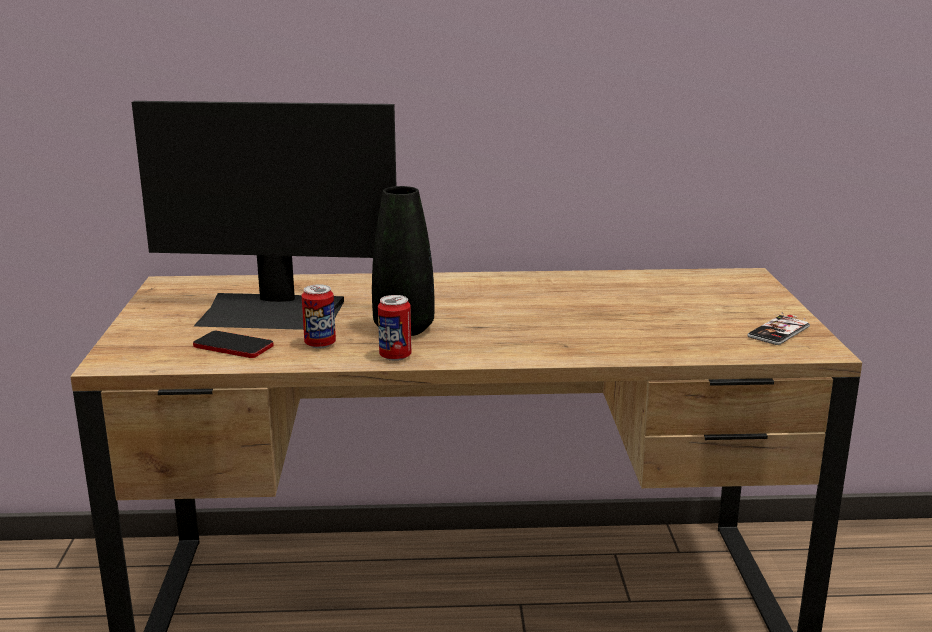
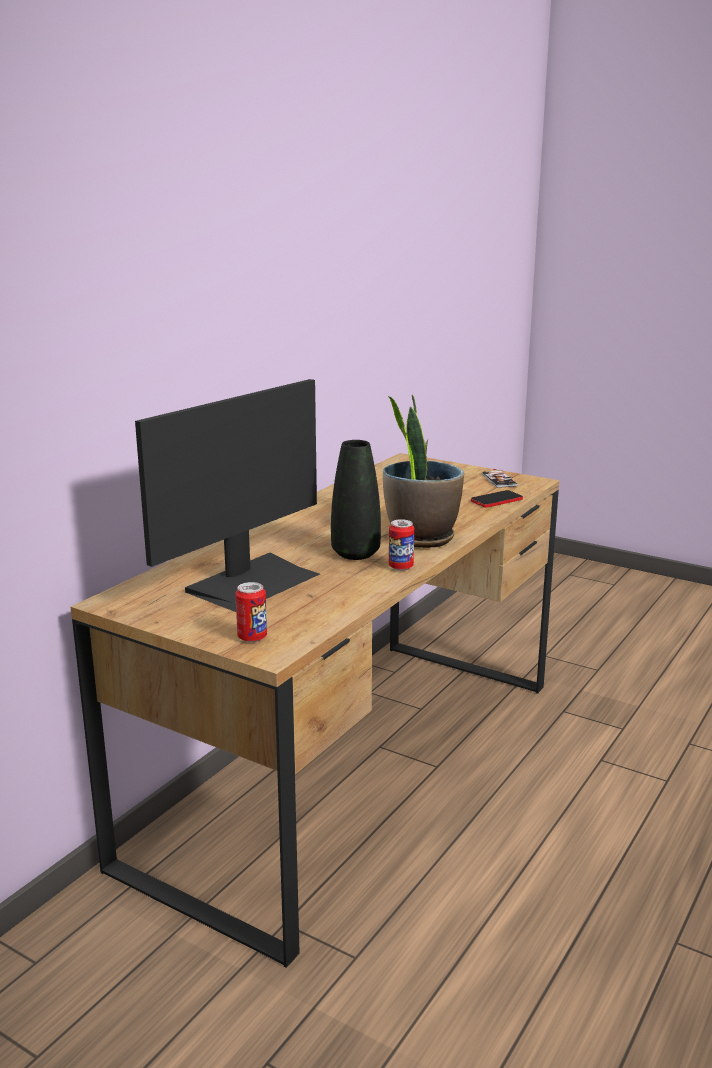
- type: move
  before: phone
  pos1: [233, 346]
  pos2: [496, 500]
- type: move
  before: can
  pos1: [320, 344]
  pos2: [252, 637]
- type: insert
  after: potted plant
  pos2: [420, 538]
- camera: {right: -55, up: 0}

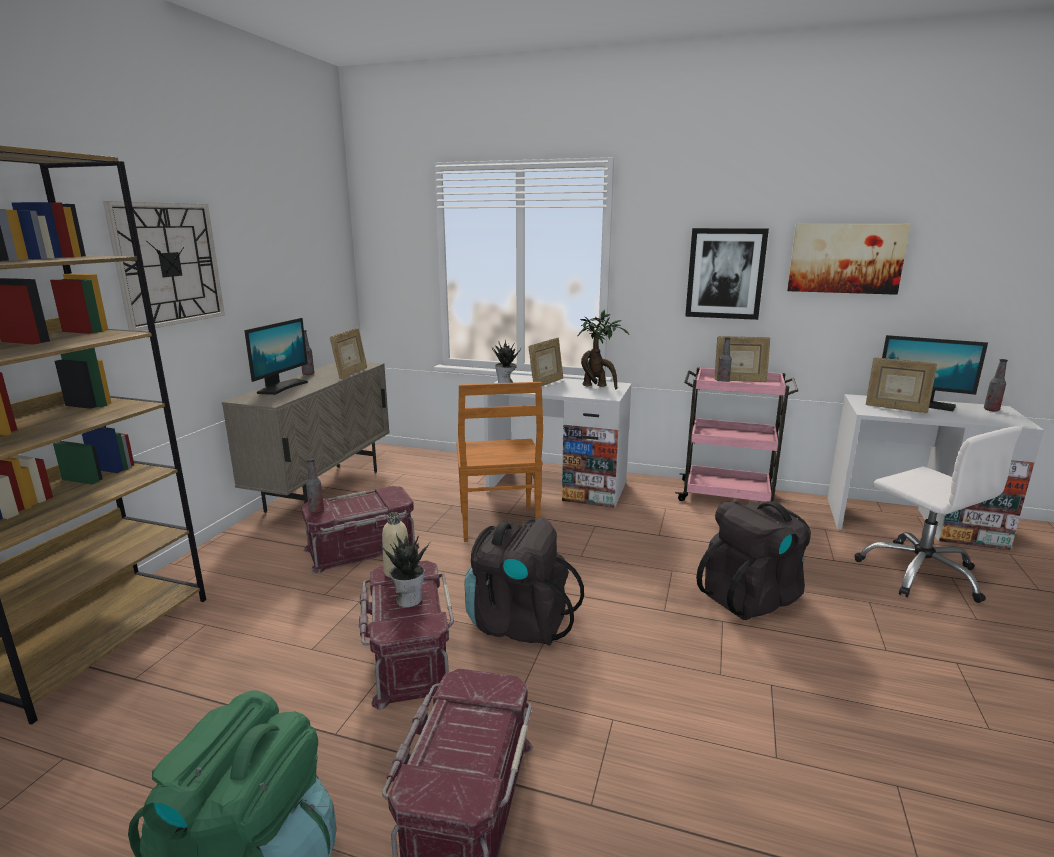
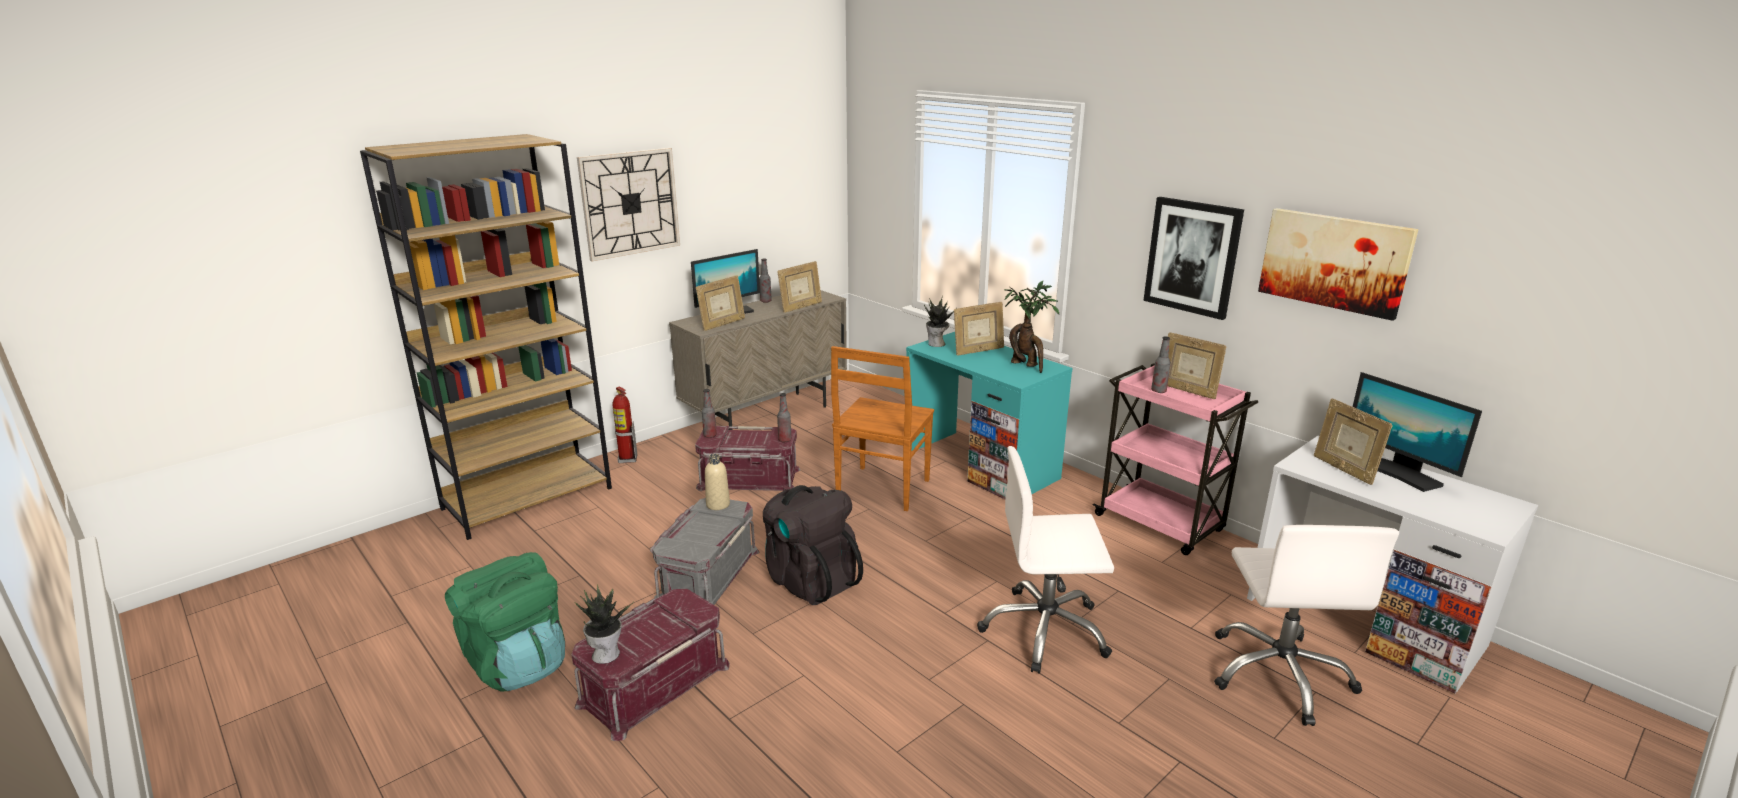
- type: recolor
  before: red-coloured storage container
  after: grey storage container
  pos1: [408, 654]
  pos2: [707, 575]
- type: move
  before: potted plant
  pos1: [409, 599]
  pos2: [606, 653]
- type: recolor
  before: whitish desk unit
  after: turquoise-coloured desk unit
  pos1: [557, 486]
  pos2: [981, 465]
- type: replace
  before: black-coloured knapsack
  after: whitish office chair
  pos1: [751, 597]
  pos2: [1044, 631]
- type: move
  before: beverage bottle
  pos1: [991, 410]
  pos2: [784, 440]
- type: insert
  after: extinguisher
  pos2: [627, 459]
- type: insert
  after: standing frame
  pos2: [722, 324]
- camera: {right: 30, up: 5}

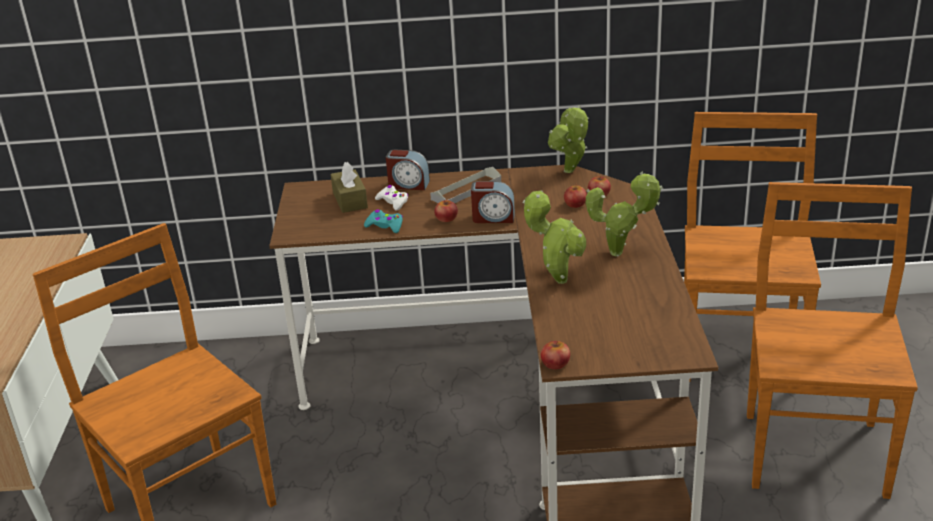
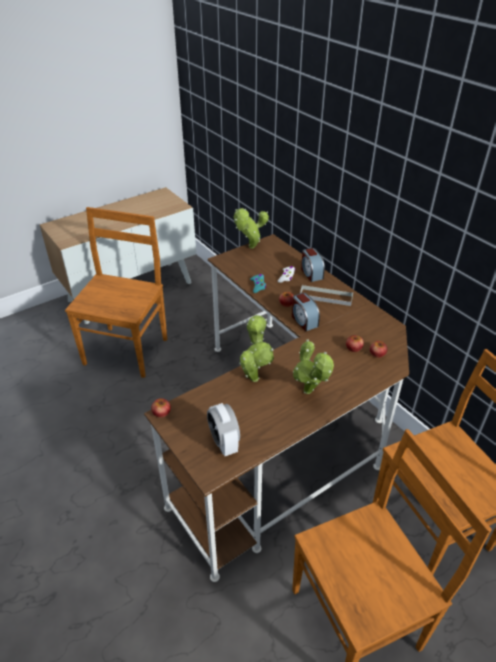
- type: delete
  before: brownish tissue holder
  pos1: [350, 200]
- type: move
  before: potted plant
  pos1: [570, 172]
  pos2: [250, 248]
- type: insert
  after: alarm clock
  pos2: [224, 443]
- camera: {right: 55, up: 10}

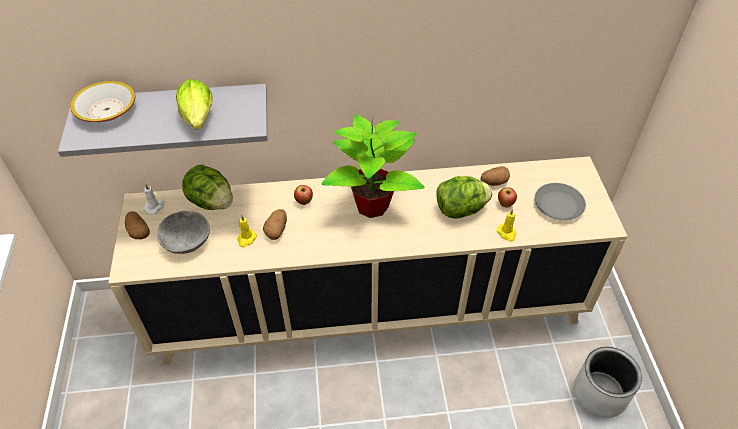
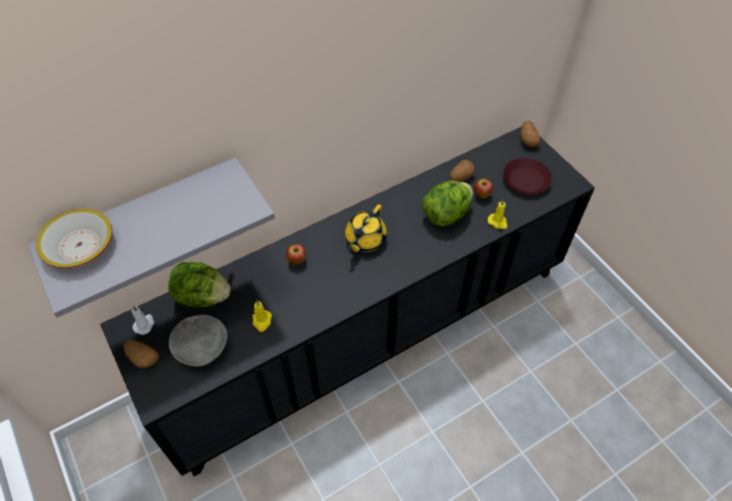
- type: recolor
  before: beige cabinet
  after: black-coloured cabinet
  pos1: [368, 308]
  pos2: [365, 335]
- type: delete
  before: head of lettuce
  pos1: [198, 120]
- type: move
  before: potato
  pos1: [277, 230]
  pos2: [527, 140]
- type: replace
  before: potted plant
  after: yellowish teapot
  pos1: [373, 205]
  pos2: [365, 239]
- type: recolor
  before: grey plate
  after: brownish plate
  pos1: [559, 205]
  pos2: [526, 179]
- type: delete
  before: grey plant pot
  pos1: [600, 393]
- camera: {right: -25, up: 5}

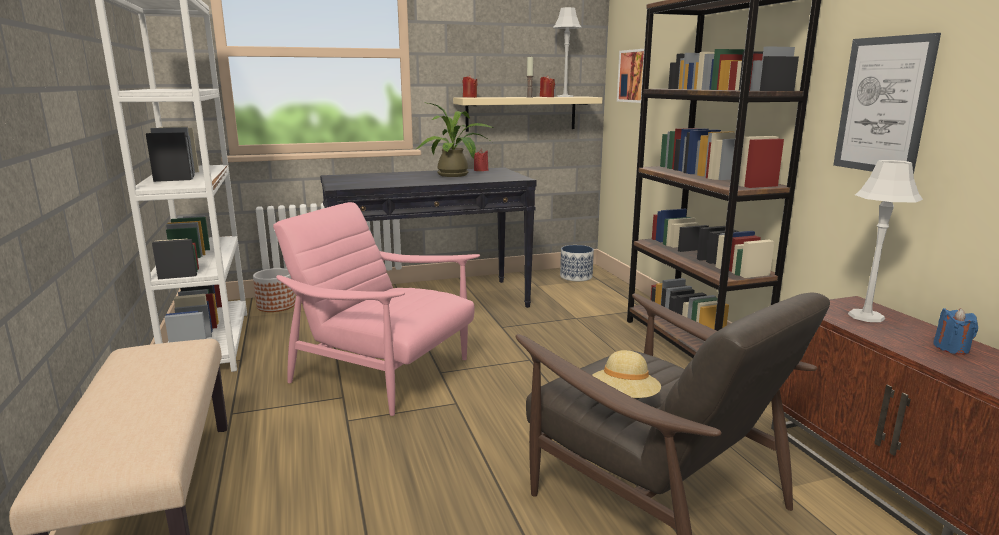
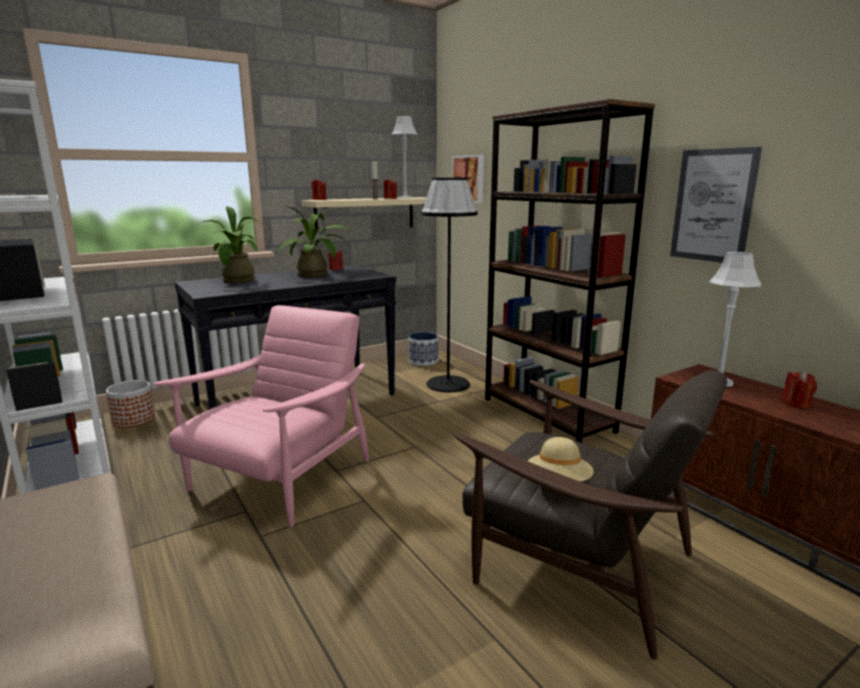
- type: rotate
  before: pinkish easy chair
  pos1: [384, 372]
  pos2: [280, 478]
  turn: 105
- type: recolor
  before: blue-coloured wax candle
  after: red-coloured wax candle
  pos1: [951, 348]
  pos2: [796, 403]
- type: insert
  after: potted plant
  pos2: [238, 281]
- type: insert
  after: black-coloured floor lamp
  pos2: [448, 384]
- camera: {right: -15, up: 0}

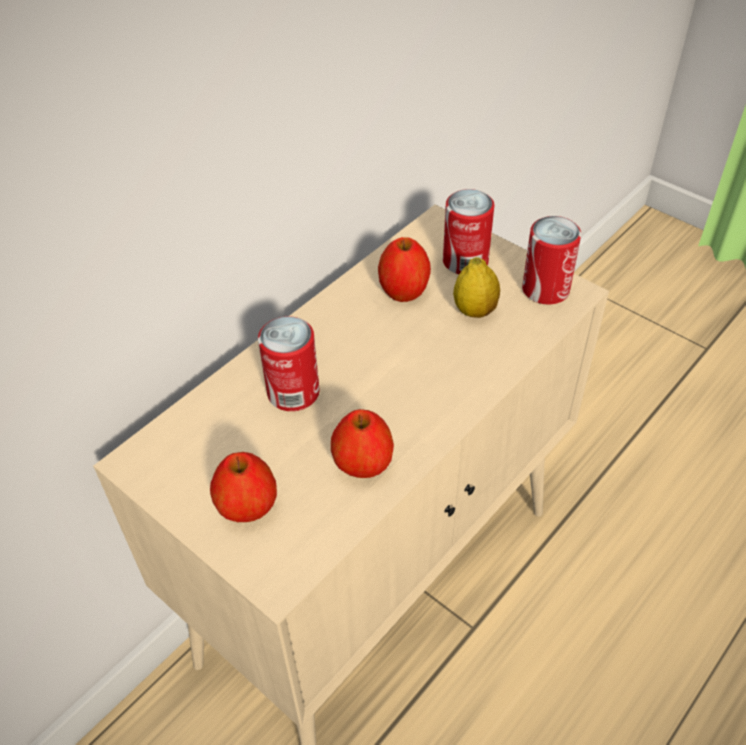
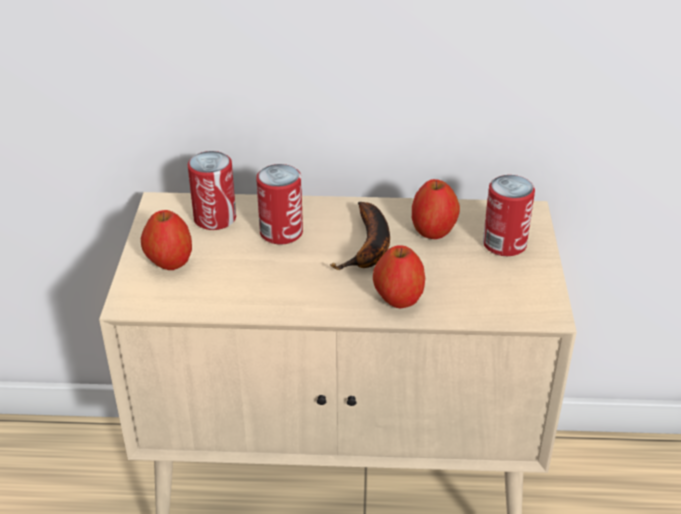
- type: move
  before: apple
  pos1: [362, 466]
  pos2: [398, 300]
- type: delete
  before: lemon
  pos1: [474, 311]
- type: move
  before: can
  pos1: [545, 289]
  pos2: [215, 218]
- type: insert
  after: banana
  pos2: [369, 247]
- camera: {right: 50, up: -10}

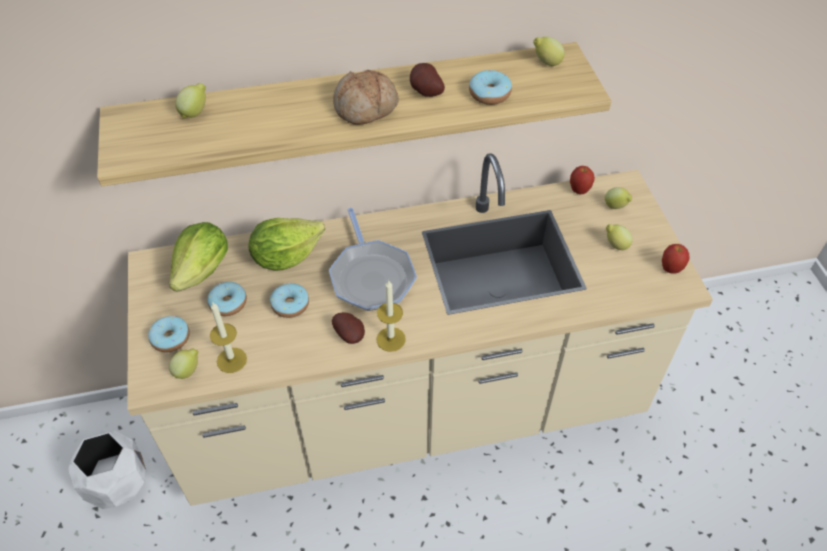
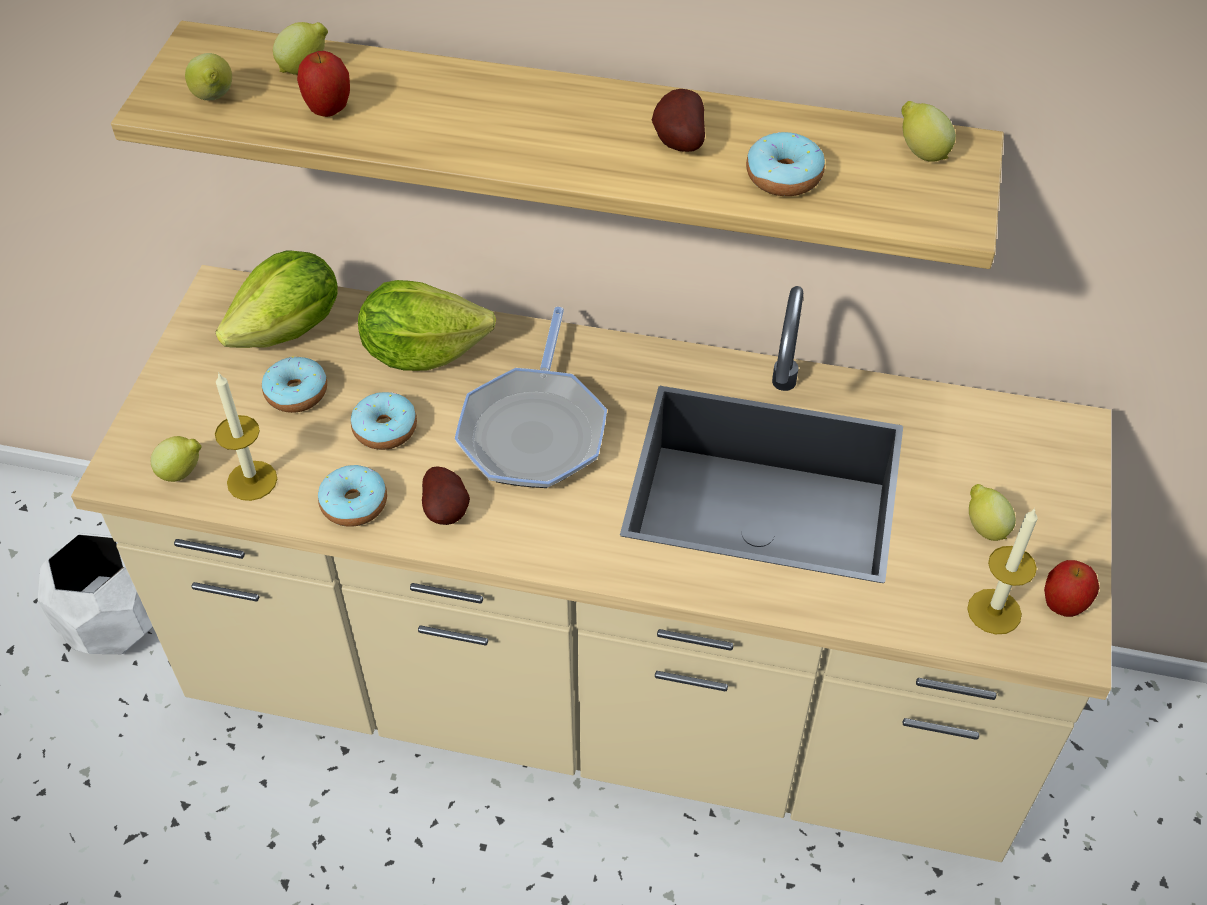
- type: move
  before: doughnut
  pos1: [170, 338]
  pos2: [354, 504]
- type: delete
  before: bread
  pos1: [366, 108]
- type: move
  before: wax candle
  pos1: [391, 339]
  pos2: [994, 611]
- type: move
  before: apple
  pos1: [579, 191]
  pos2: [329, 111]
- type: move
  before: lemon
  pos1: [616, 207]
  pos2: [214, 99]
- camera: {right: 25, up: 0}

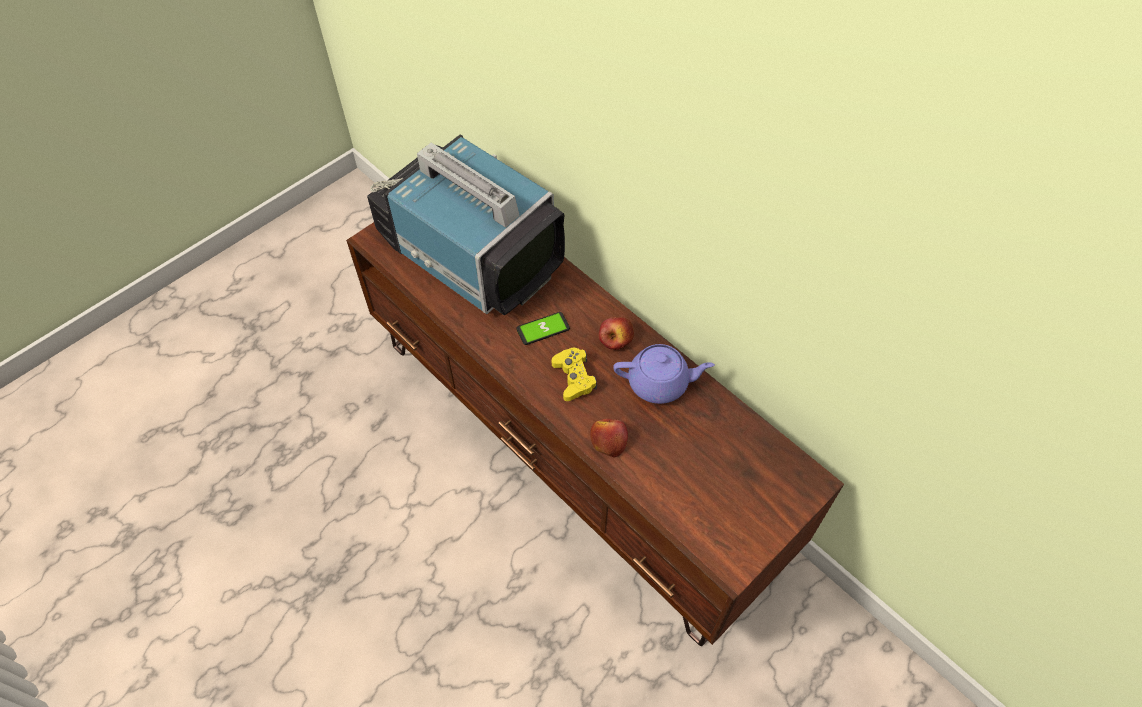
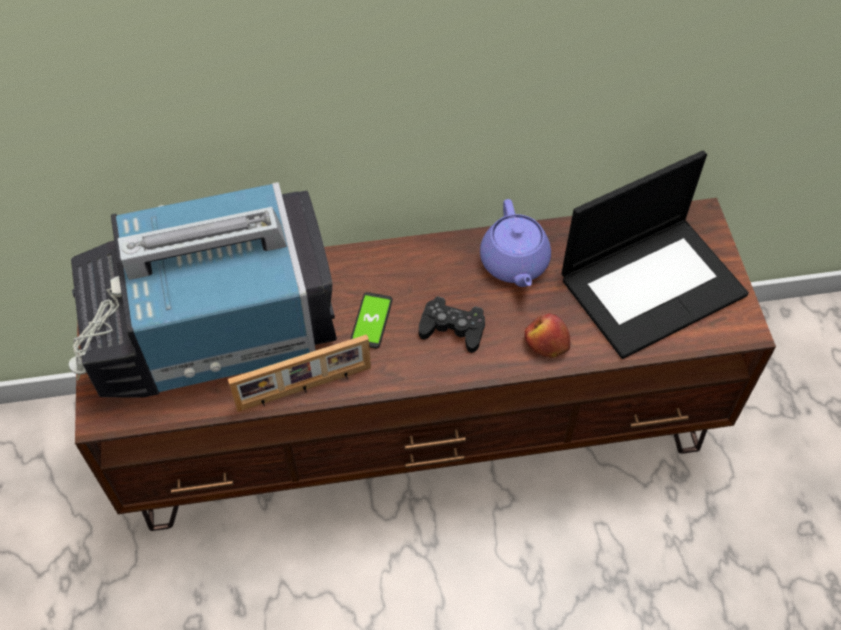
- type: recolor
  before: yellowish game controller
  after: black-coloured game controller
  pos1: [574, 377]
  pos2: [452, 328]
- type: delete
  before: apple
  pos1: [616, 338]
- type: rotate
  before: purple teapot
  pos1: [659, 383]
  pos2: [514, 263]
  turn: 135
- type: insert
  after: standing frame
  pos2: [304, 389]
- type: insert
  after: portable computer
  pos2: [653, 284]
- camera: {right: -55, up: 0}

